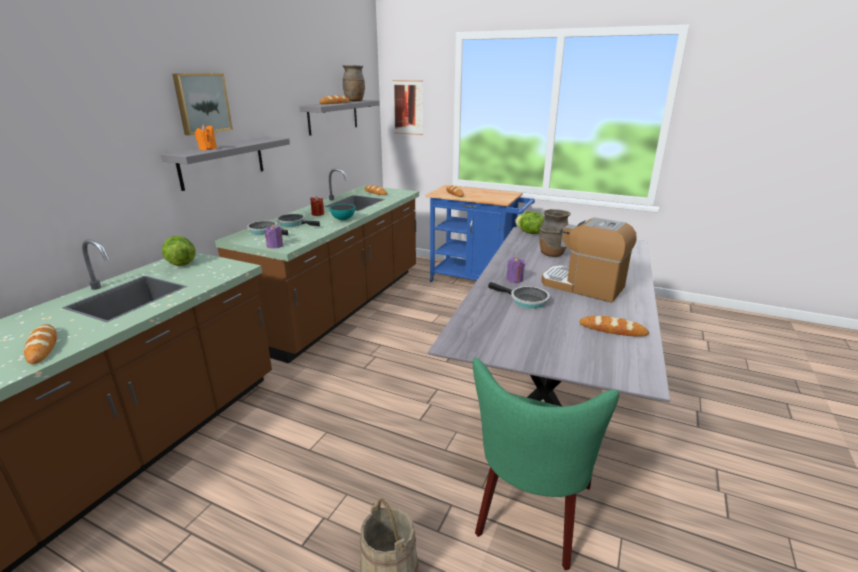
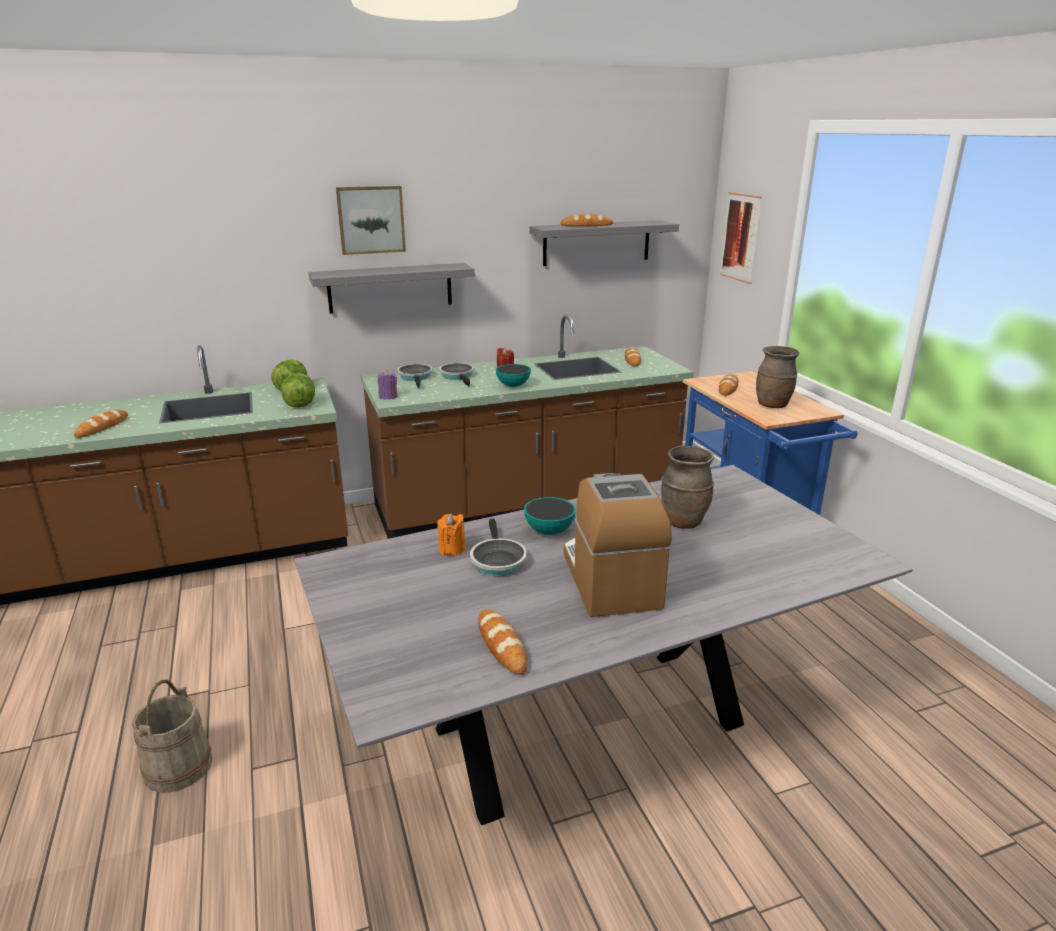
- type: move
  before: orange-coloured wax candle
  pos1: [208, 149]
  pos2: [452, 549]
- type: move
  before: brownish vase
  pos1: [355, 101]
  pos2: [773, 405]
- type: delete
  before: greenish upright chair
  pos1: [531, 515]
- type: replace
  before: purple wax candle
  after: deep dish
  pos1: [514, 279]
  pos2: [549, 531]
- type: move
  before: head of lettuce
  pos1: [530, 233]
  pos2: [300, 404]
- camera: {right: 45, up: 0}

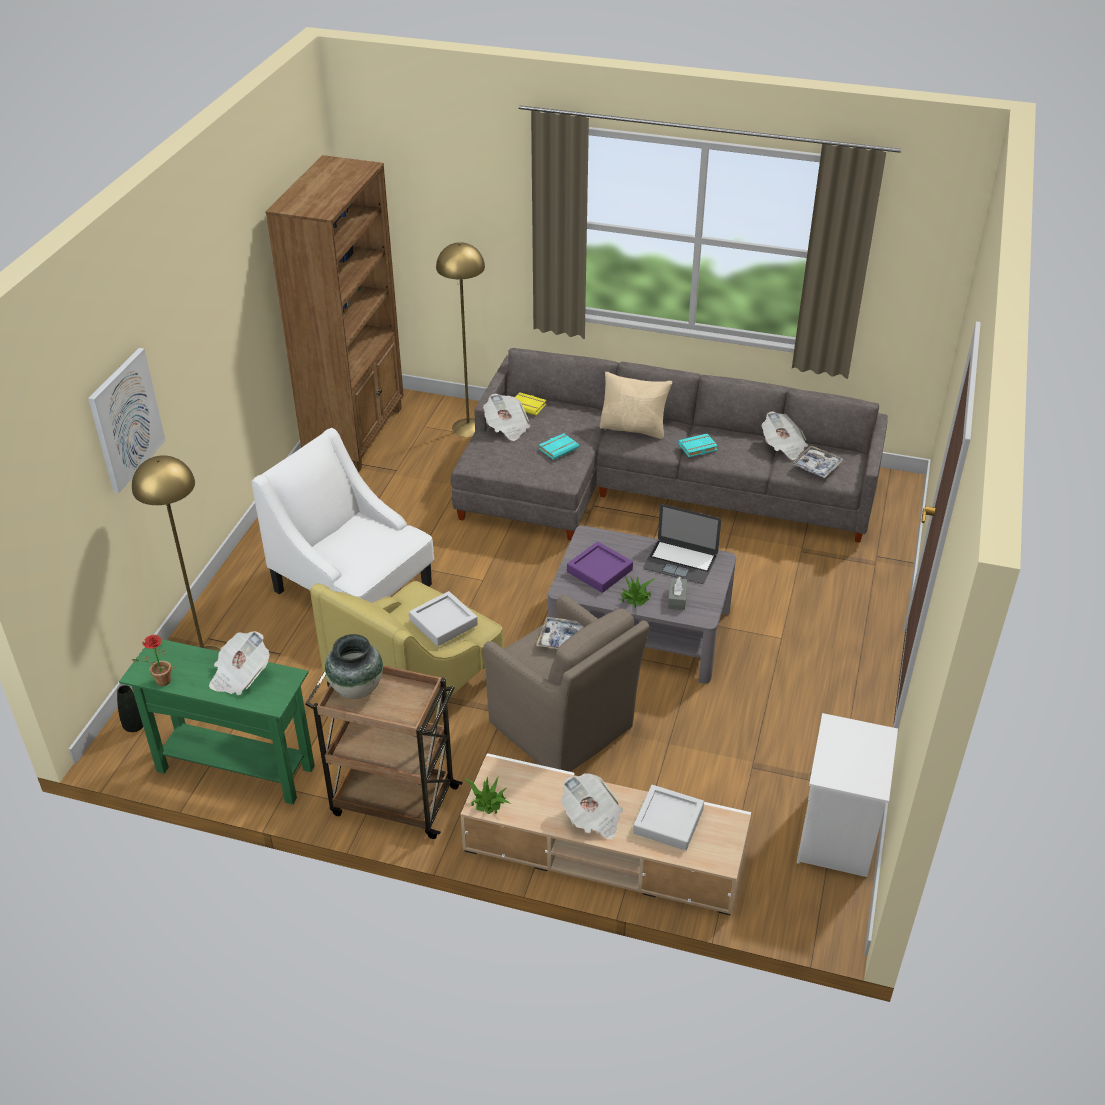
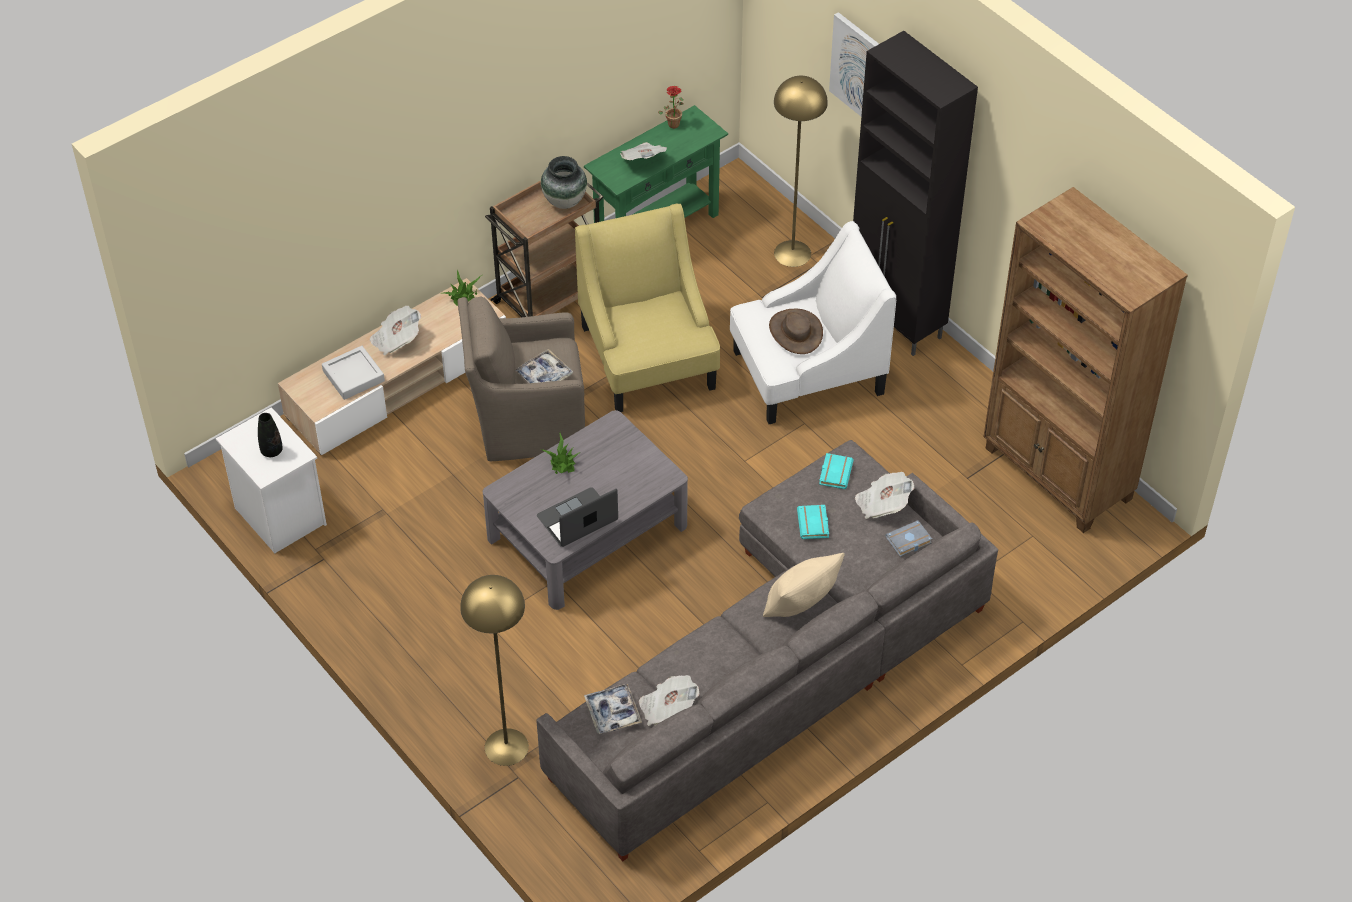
- type: move
  before: black-coloured vase
  pos1: [134, 726]
  pos2: [271, 451]
- type: delete
  before: grey tray
  pos1: [443, 622]
- type: move
  before: yellowish floor lamp
  pos1: [468, 427]
  pos2: [506, 747]
- type: recolor
  before: yellowish book
  after: grey book
  pos1: [528, 406]
  pos2: [908, 541]
- type: delete
  before: purple tray
  pos1: [599, 571]
- type: delete
  before: grey tissue holder
  pos1: [677, 599]
- type: move
  before: turquoise-coloured book
  pos1: [697, 448]
  pos2: [834, 472]
- type: insert
  after: brownish clothing hat
  pos2: [795, 332]
- type: insert
  after: black-coloured cabinet
  pos2: [896, 321]
- camera: {right: 125, up: 10}

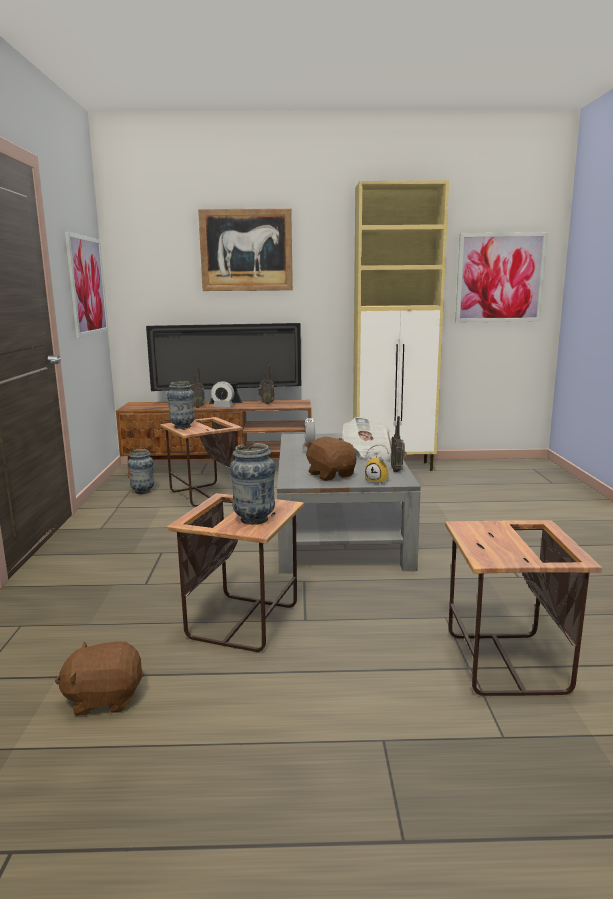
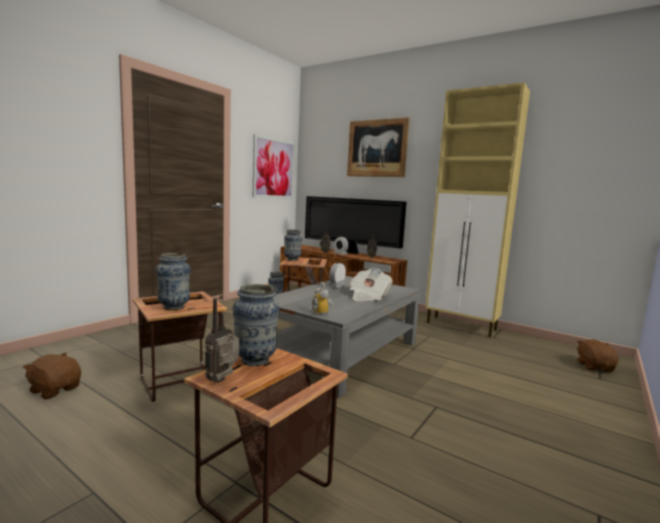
- type: move
  before: brownish plush toy
  pos1: [331, 475]
  pos2: [595, 367]
- type: move
  before: radio
  pos1: [398, 470]
  pos2: [223, 380]
- type: delete
  before: wall art
  pos1: [500, 278]
- type: insert
  after: vase
  pos2: [255, 360]
- camera: {right: 35, up: -5}

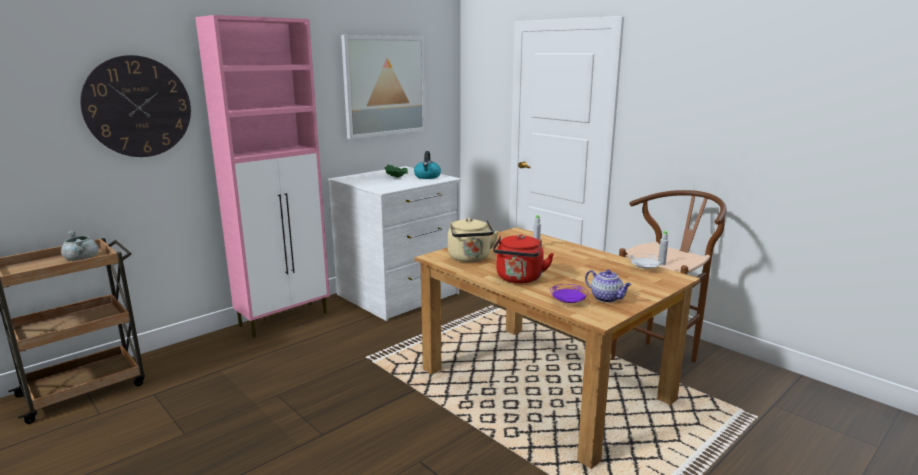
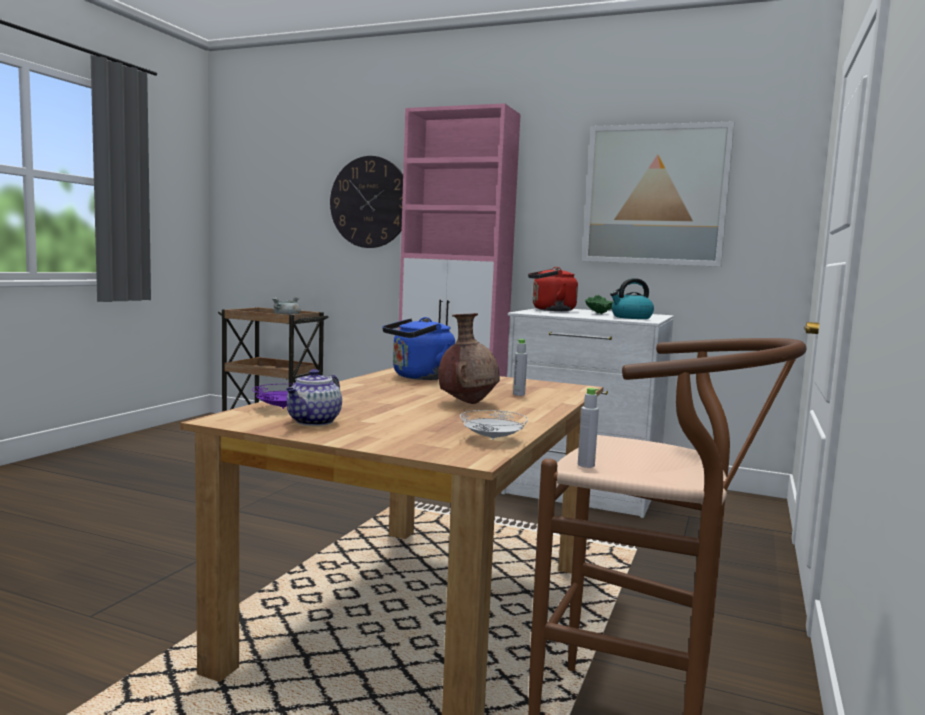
- type: recolor
  before: beige water kettle
  after: blue-coloured water kettle
  pos1: [470, 258]
  pos2: [419, 377]
- type: move
  before: red-coloured water kettle
  pos1: [519, 279]
  pos2: [550, 310]
- type: insert
  after: brownish vase
  pos2: [467, 403]
- camera: {right: 65, up: -10}

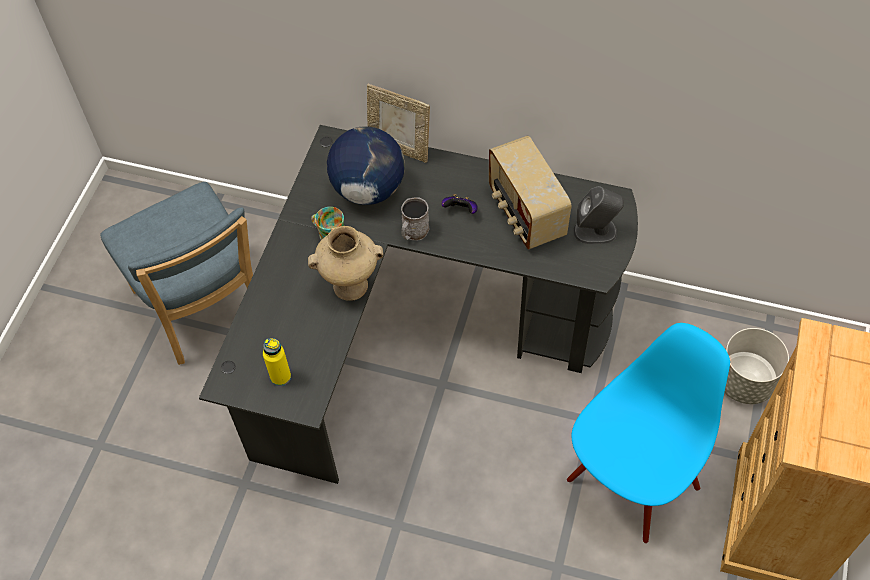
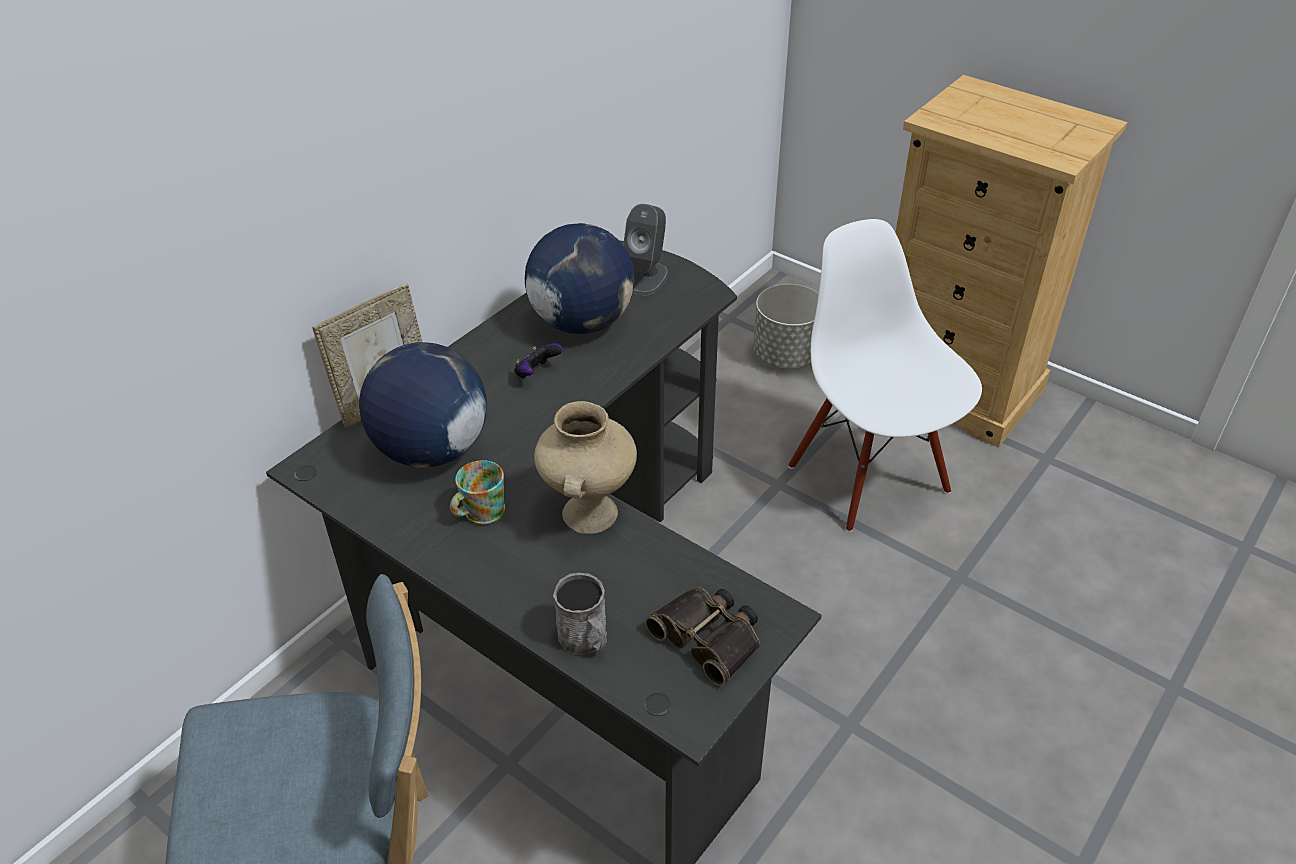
- type: replace
  before: yellowish beverage bottle
  after: field glasses
  pos1: [280, 377]
  pos2: [709, 637]
- type: move
  before: grey tea mug
  pos1: [413, 232]
  pos2: [586, 639]
- type: replace
  before: radio
  after: world globe
  pos1: [525, 214]
  pos2: [582, 322]
- type: recolor
  before: blue-coloured upright chair
  after: whitish upright chair
  pos1: [632, 481]
  pos2: [870, 477]
- camera: {right: -70, up: -15}

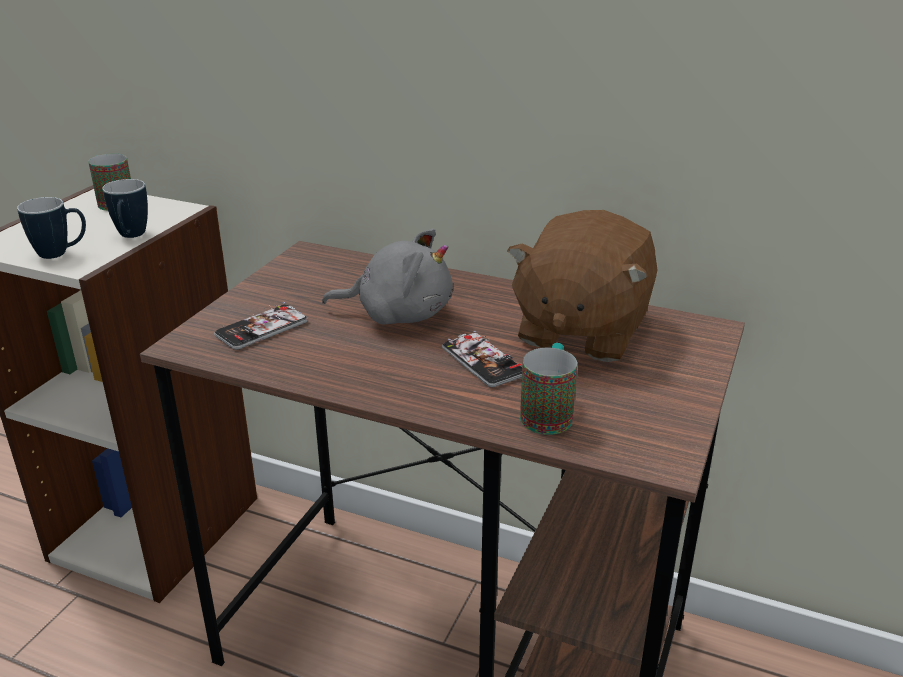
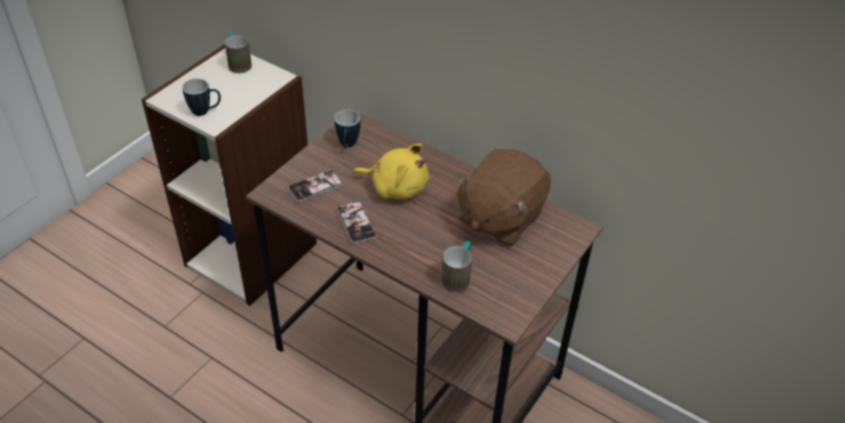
- type: move
  before: tea mug
  pos1: [131, 237]
  pos2: [347, 146]
- type: recolor
  before: grey plush toy
  after: yellowish plush toy
  pos1: [398, 314]
  pos2: [396, 187]
- type: move
  before: phone
  pos1: [483, 361]
  pos2: [356, 223]
- camera: {right: 10, up: 15}

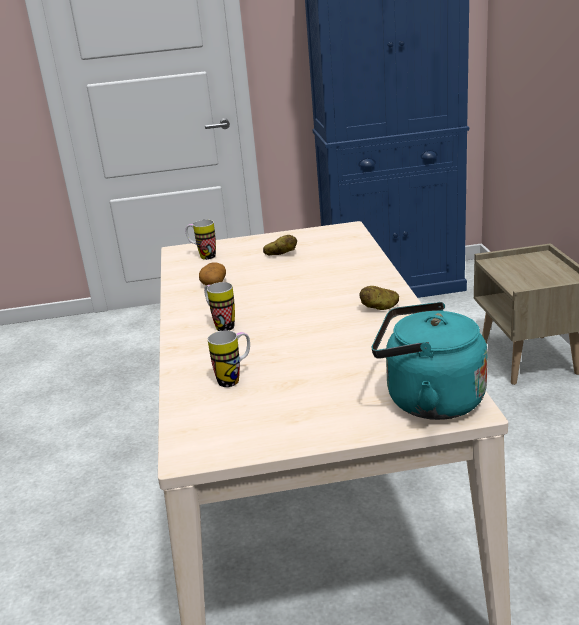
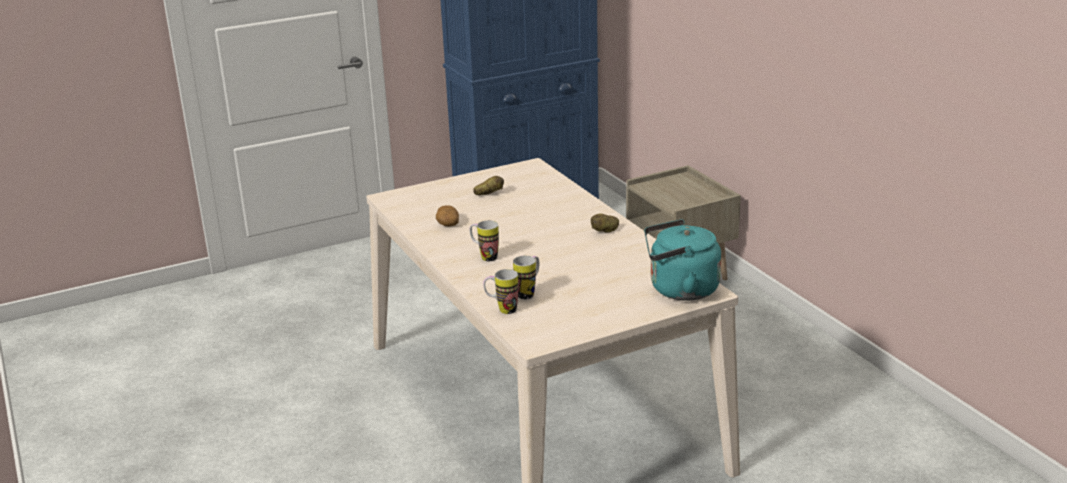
- type: move
  before: tea mug
  pos1: [203, 256]
  pos2: [502, 310]
- camera: {right: -20, up: 0}

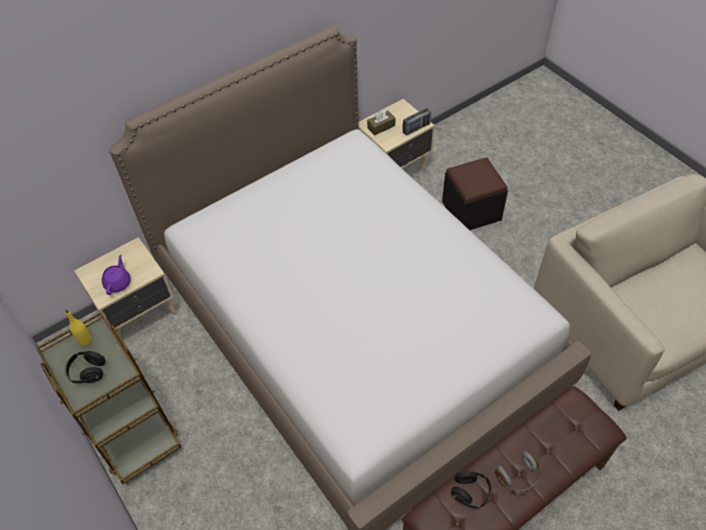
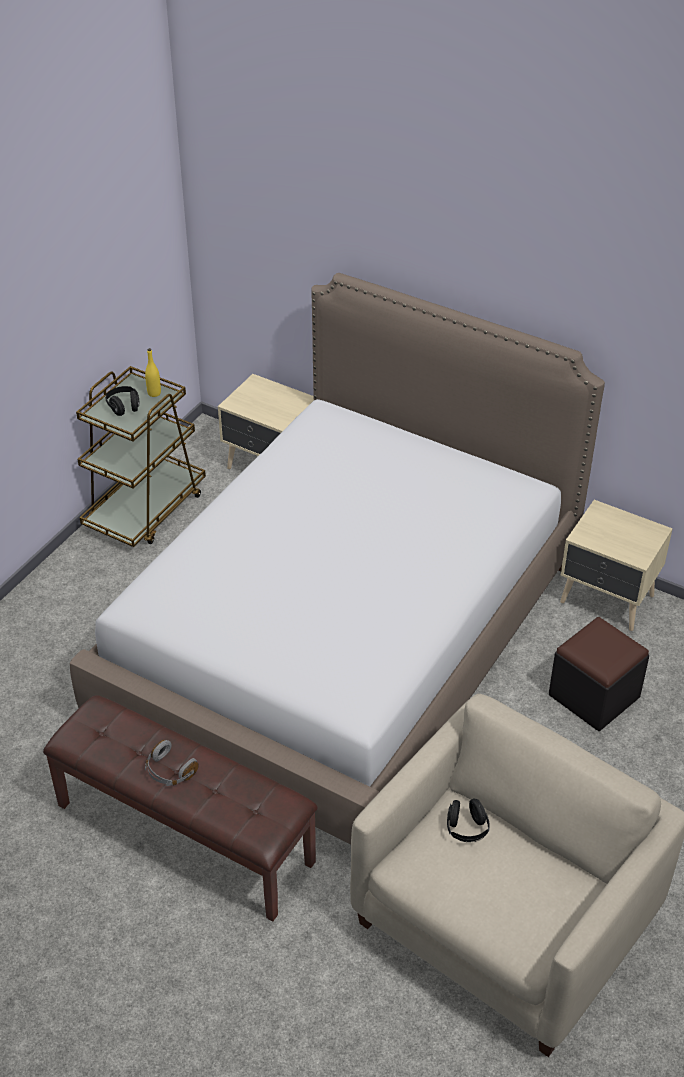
- type: delete
  before: purple teapot
  pos1: [118, 283]
- type: delete
  before: brownish tissue holder
  pos1: [381, 127]
- type: delete
  before: radio
  pos1: [416, 128]
- type: move
  before: black-coloured headphones
  pos1: [470, 493]
  pos2: [466, 829]
- camera: {right: 65, up: -10}

